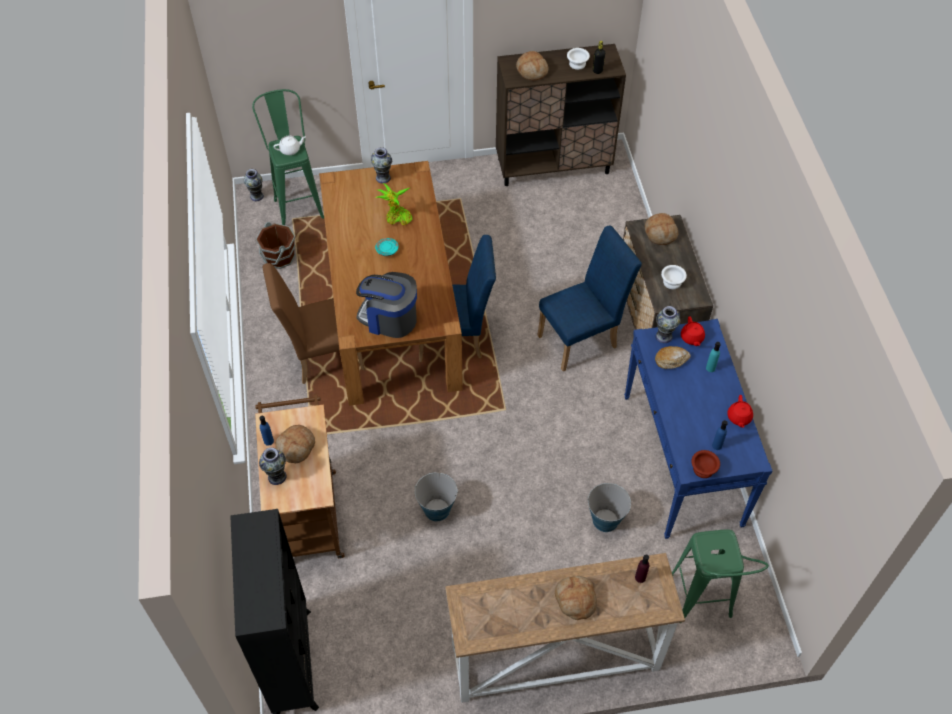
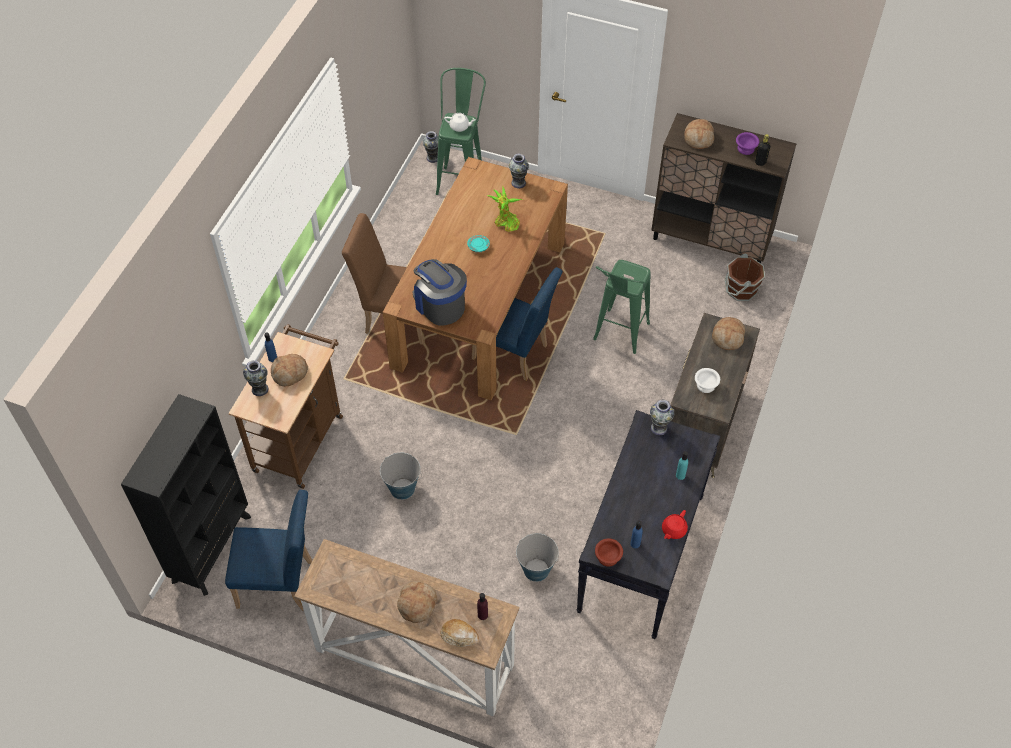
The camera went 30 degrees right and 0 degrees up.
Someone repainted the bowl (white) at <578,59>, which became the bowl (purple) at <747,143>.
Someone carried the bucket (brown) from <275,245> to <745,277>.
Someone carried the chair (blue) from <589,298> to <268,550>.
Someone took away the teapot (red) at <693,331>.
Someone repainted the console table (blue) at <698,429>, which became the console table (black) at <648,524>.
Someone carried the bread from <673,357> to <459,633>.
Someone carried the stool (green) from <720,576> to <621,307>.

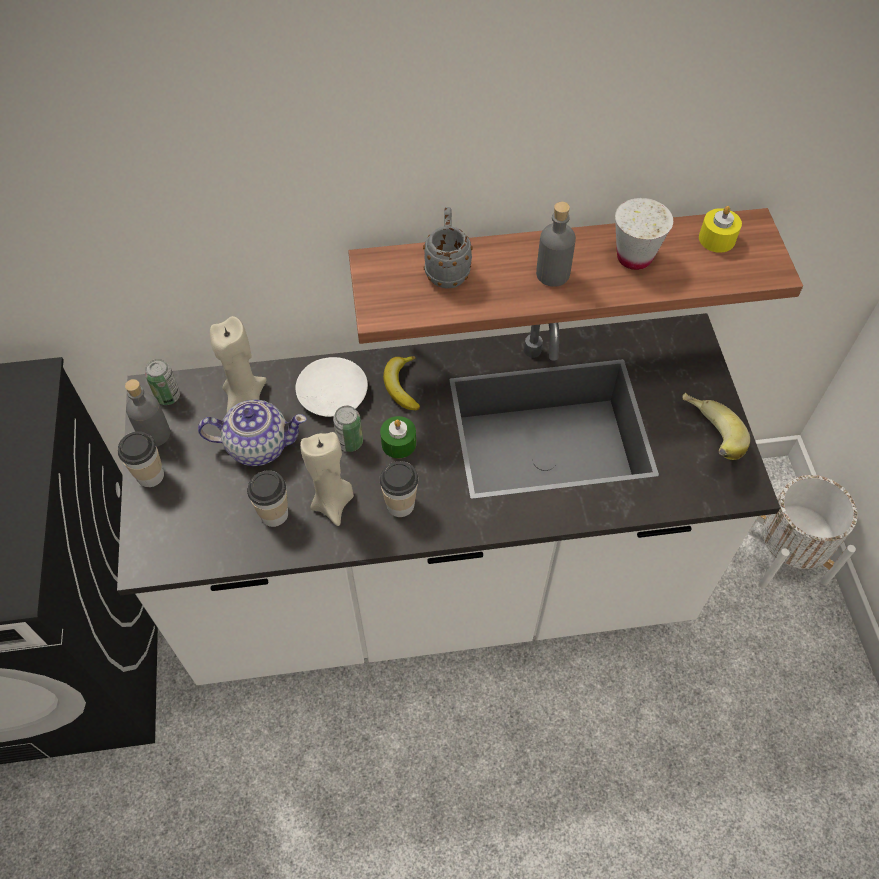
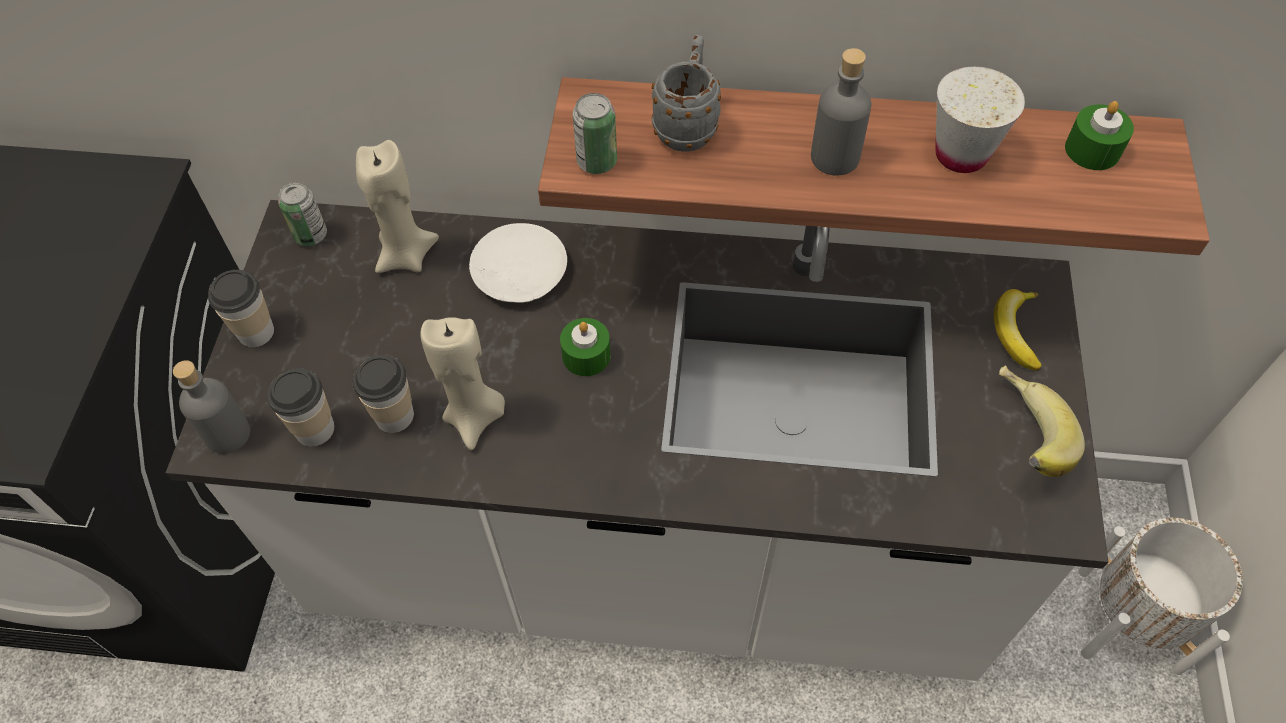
The camera went 15 degrees right and 0 degrees up.
Someone repainted the candle (yellow) at <720,229>, which became the candle (green) at <1099,135>.
Someone carried the banana from <401,383> to <1018,329>.
Someone carried the bottle (grey) from <147,413> to <211,407>.
Someone took away the teapot at <252,432>.
Someone carried the can from <348,429> to <594,133>.
Someone carried the cup from <399,489> to <301,407>.

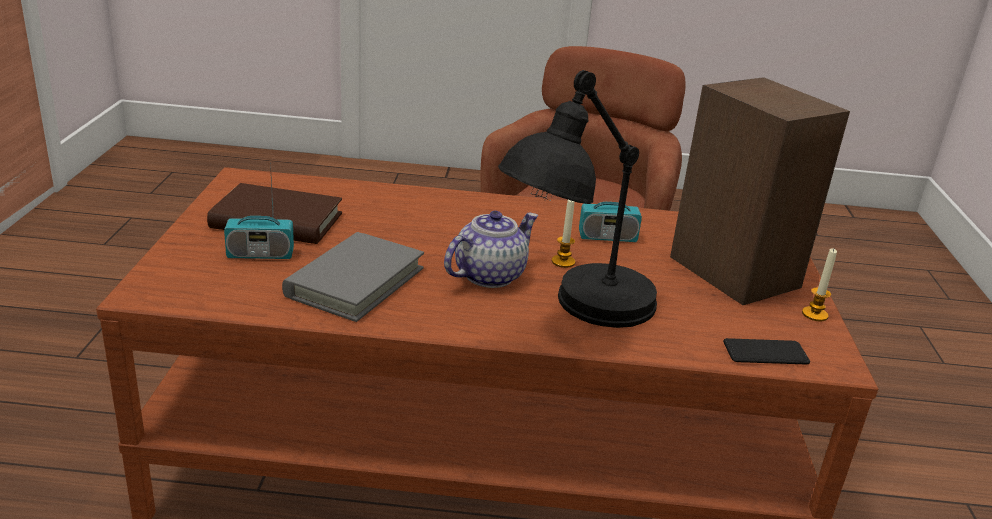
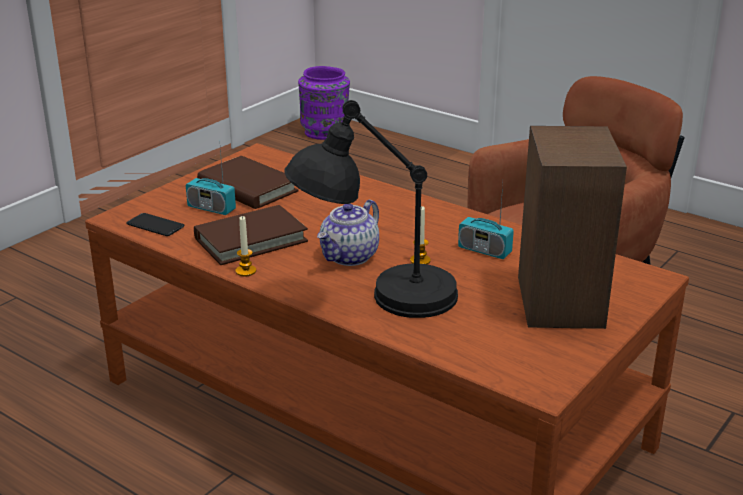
The camera went 35 degrees right and 0 degrees up.
Someone rotated the teapot at <491,249> by 135 degrees clockwise.
Someone repainted the book (grey) at <353,277>, which became the book (brown) at <251,235>.
Someone carried the candle from <819,284> to <245,246>.
Someone carried the phone from <766,351> to <155,224>.
Someone put down the vase (purple) at <324,103>.

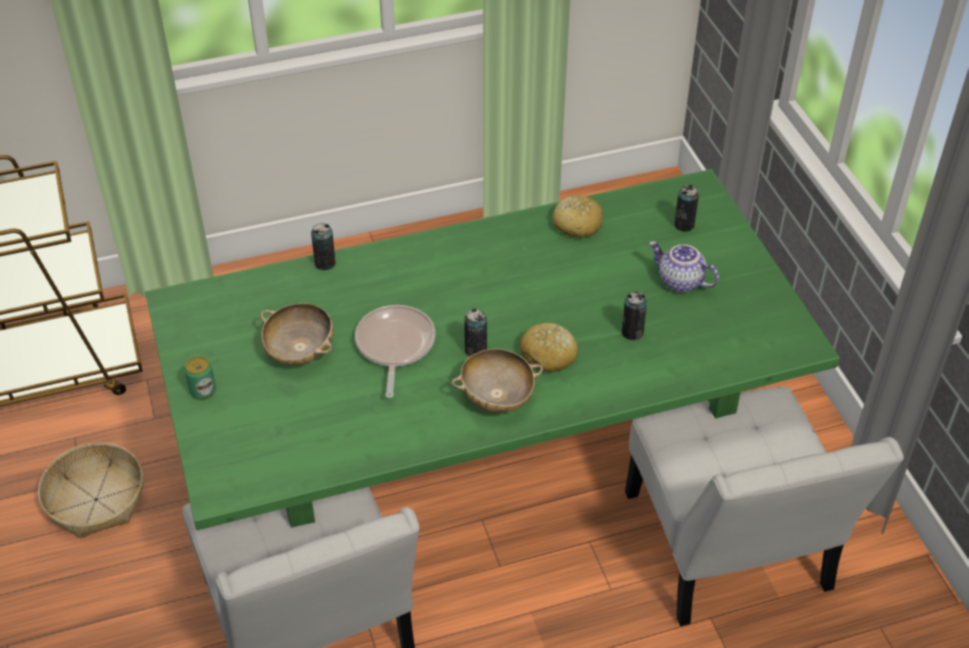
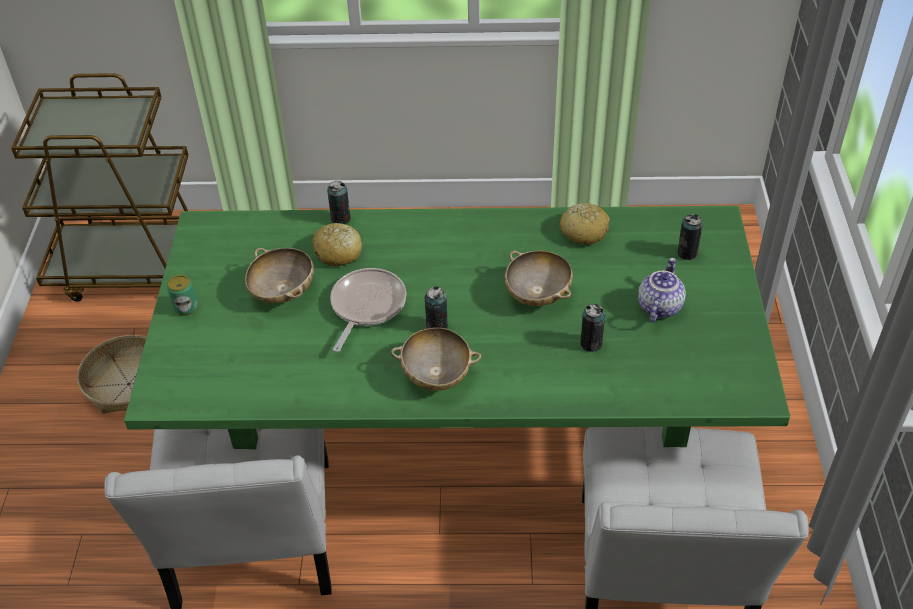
The camera went 20 degrees right and 0 degrees up.
Someone rotated the teapot at <684,267> by 60 degrees clockwise.
Someone carried the bread from <548,347> to <337,244>.
Someone put down the bowl (beige) at <538,278>.

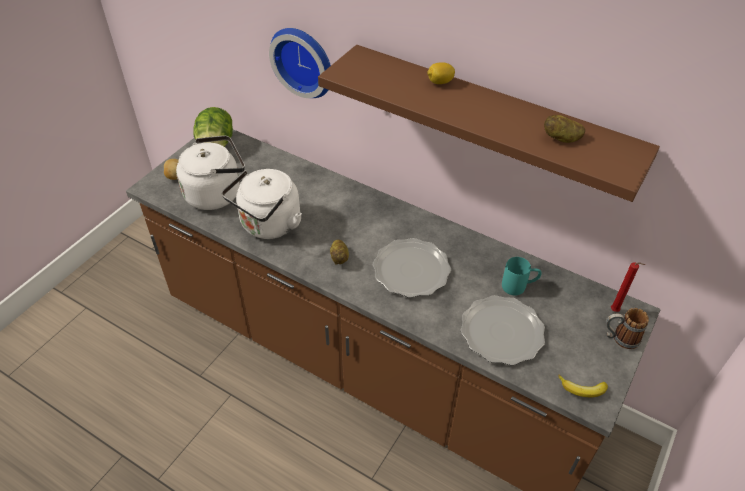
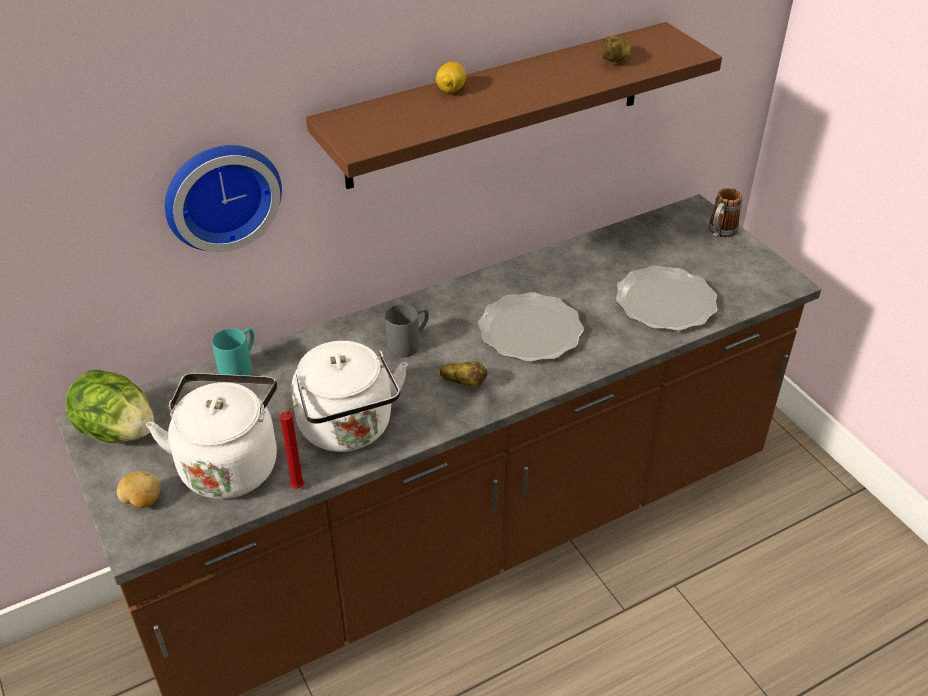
The camera went 60 degrees left and 5 degrees down.
Someone carried the mug (turquoise) from <522,276> to <233,352>.
Someone carried the candle (red) from <628,287> to <292,447>.
Someone took away the banana at <583,386>.
Someone put down the mug (grey) at <407,331>.

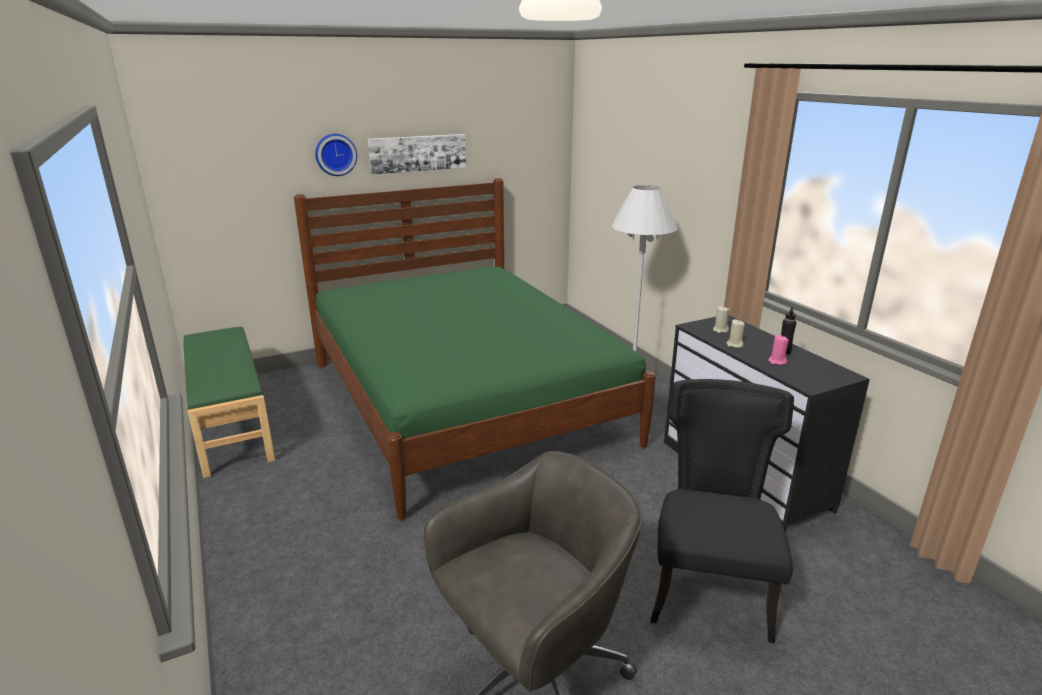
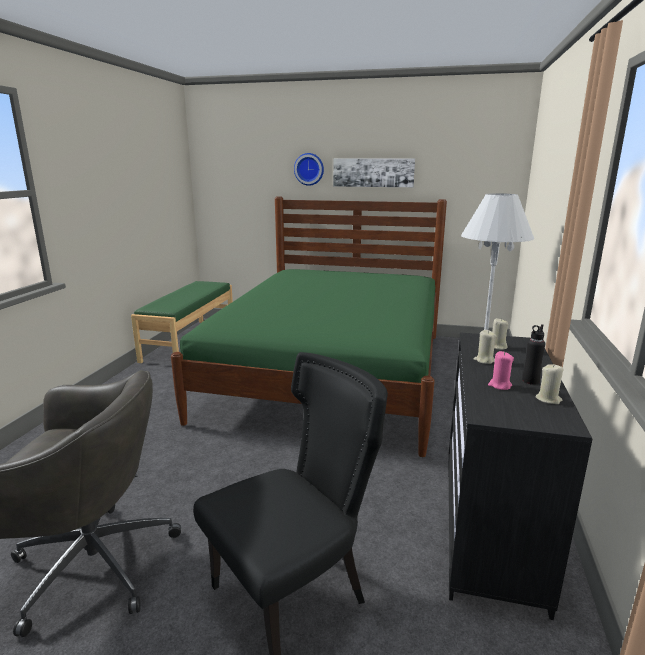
The camera went 40 degrees right and 5 degrees down.
Someone put down the candle (beige) at <549,384>.

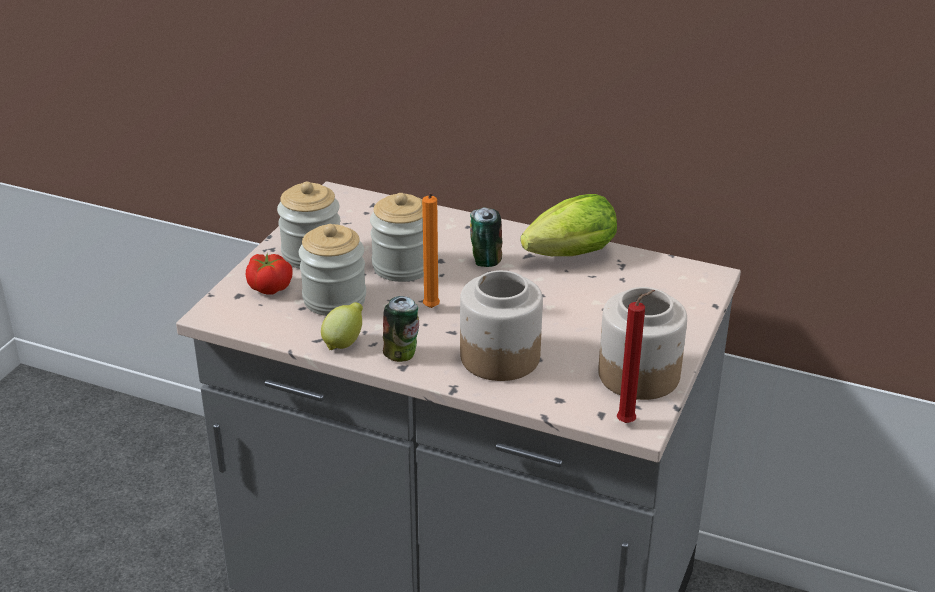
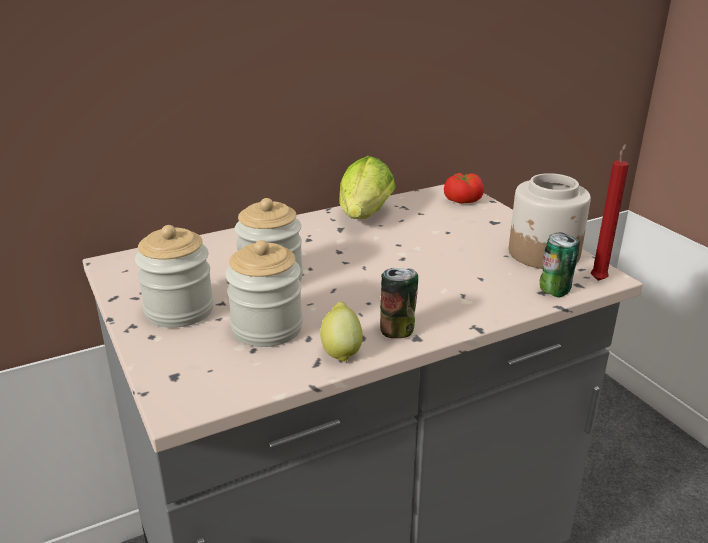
The camera went 50 degrees left and 5 degrees down.
Someone took away the candle (orange) at <431,250>.
Someone carried the can from <486,237> to <560,264>.
Someone carried the tomato from <269,274> to <464,188>.
Someone took away the jar at <501,325>.

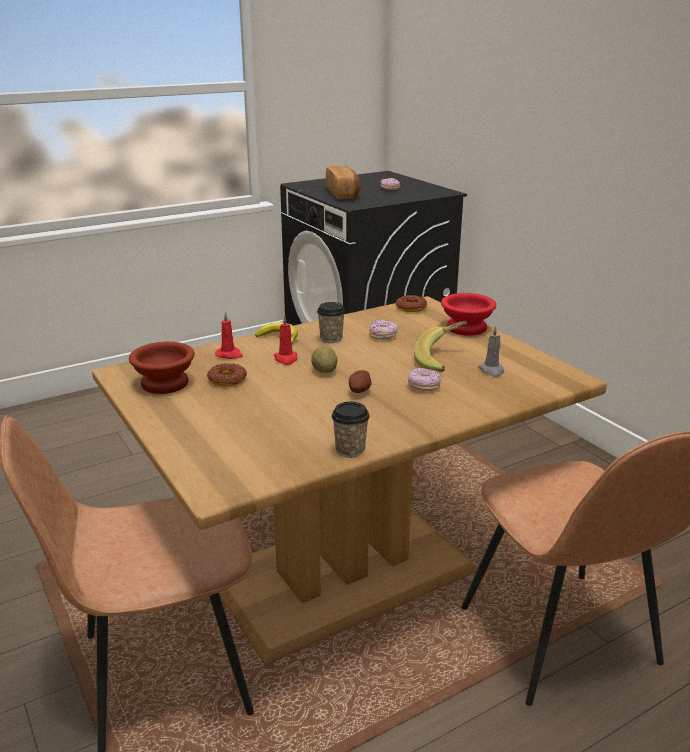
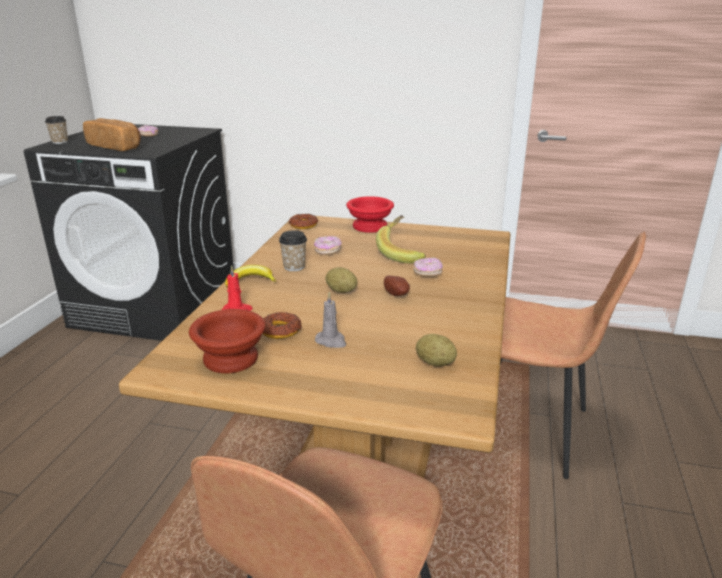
The camera went 45 degrees left and 0 degrees up.
Someone took away the candle (red) at <286,340>.
Someone carried the candle (grey) from <491,351> to <330,320>.
Someone carried the cup from <351,430> to <56,130>.
Someone put down the potato at <436,350>.

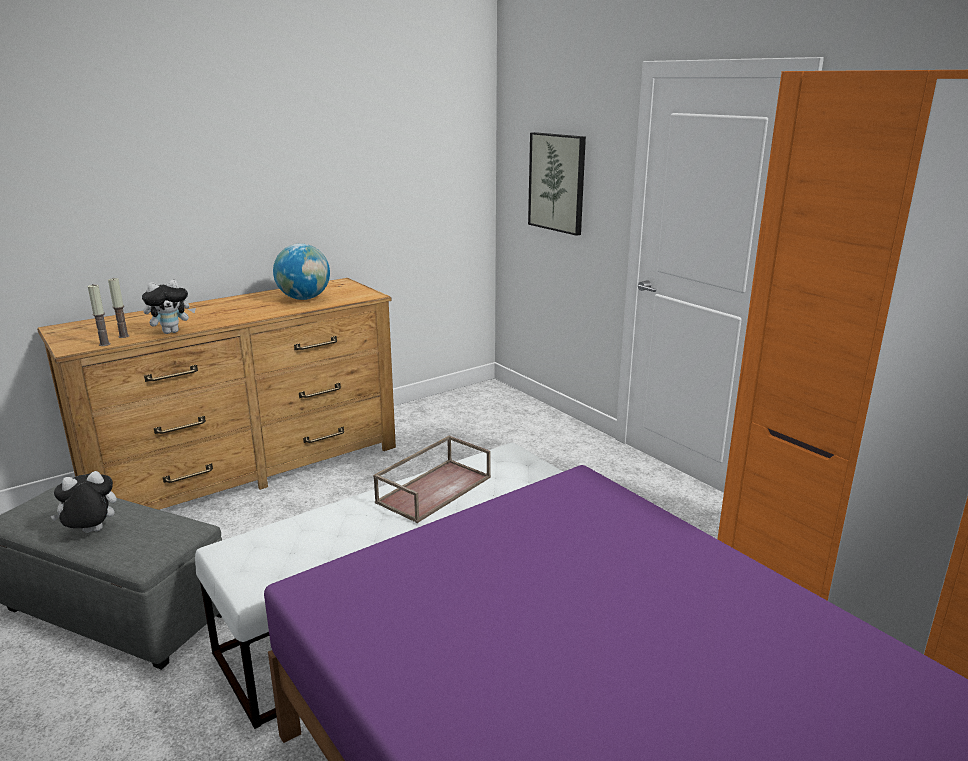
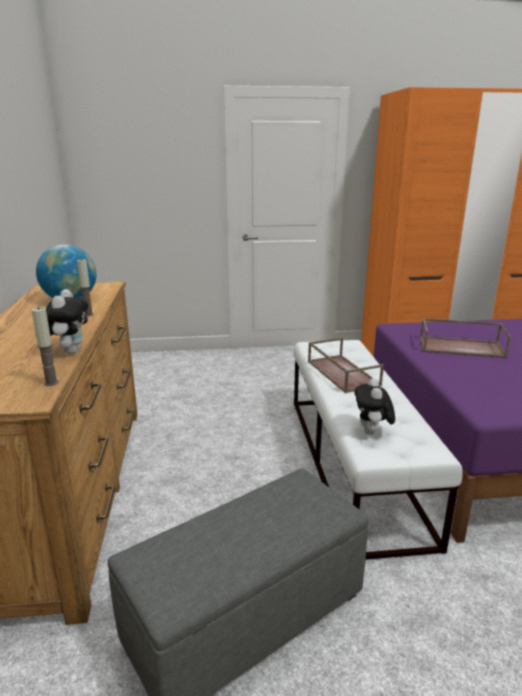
The camera went 60 degrees left and 0 degrees up.
Someone took away the picture at <557,184>.
Someone carried the candle from <118,308> to <85,288>.
Someone carried the plush toy from <83,502> to <374,406>.
Someone put down the tray (brown) at <465,338>.

